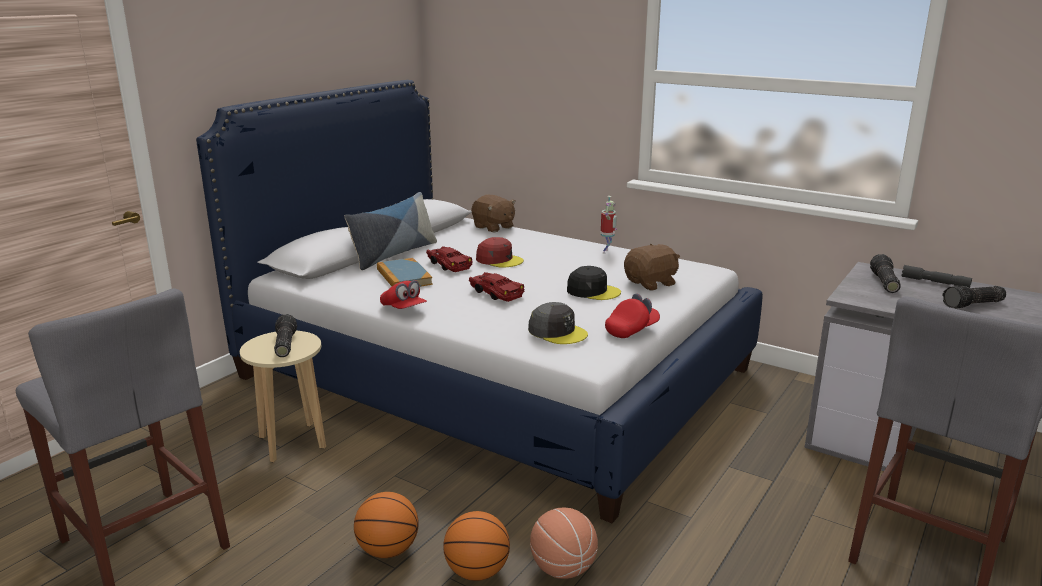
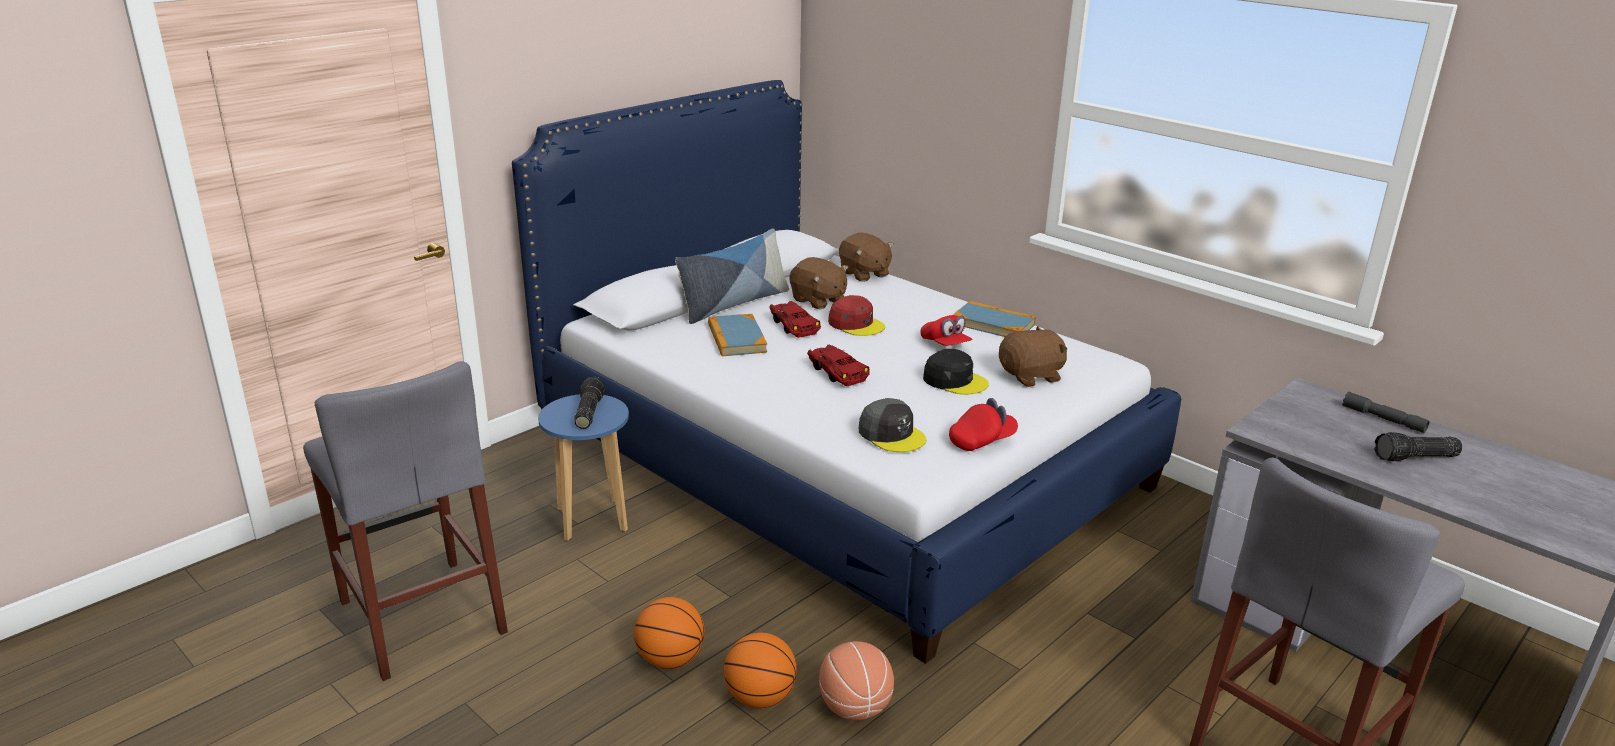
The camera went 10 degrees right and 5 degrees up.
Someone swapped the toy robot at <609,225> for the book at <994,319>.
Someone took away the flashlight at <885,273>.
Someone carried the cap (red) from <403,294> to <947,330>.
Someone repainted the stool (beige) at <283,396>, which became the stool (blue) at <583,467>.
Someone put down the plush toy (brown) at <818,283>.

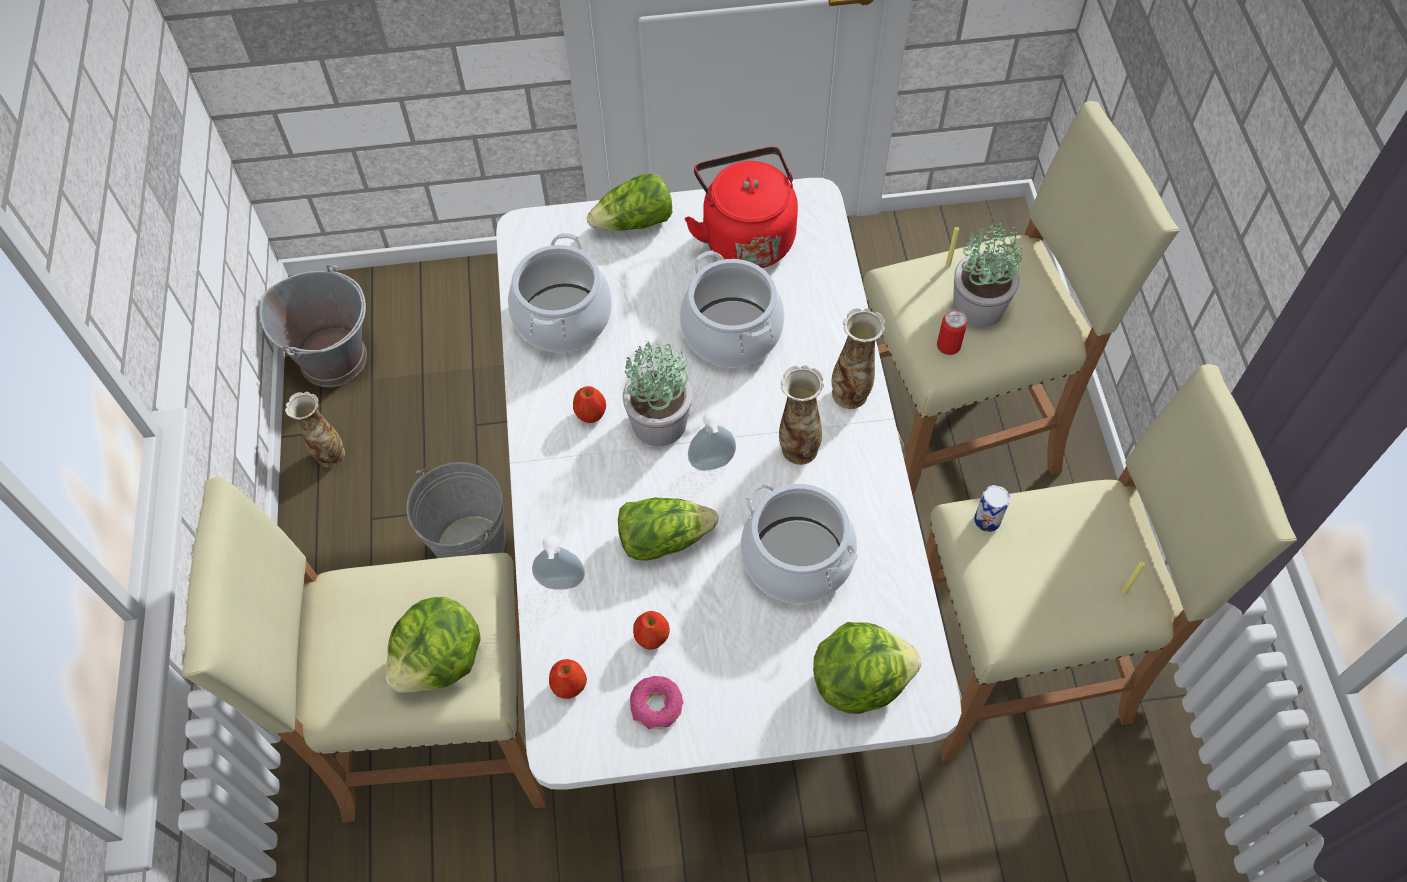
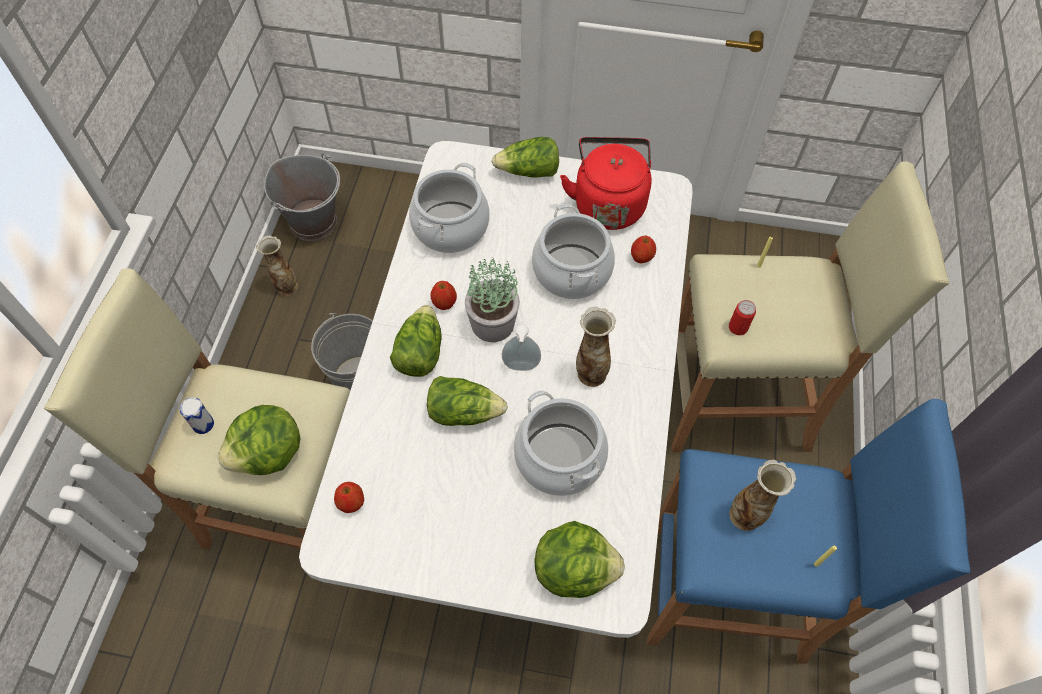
The camera went 15 degrees right and 0 degrees up.
Someone took away the potted plant at <987,273>.
Someone carried the vase from <858,358> to <762,495>.
Someone repainted the stool (beige) at <1111,562>, which became the stool (blue) at <808,531>.
Someone carried the can from <992,508> to <196,415>.
Someone took away the soap dispenser at <558,562>.
Someone carried the apple from <651,630> to <643,249>.
Someone took away the donut at <656,703>.
Someone put down the lettuce at <416,341>.

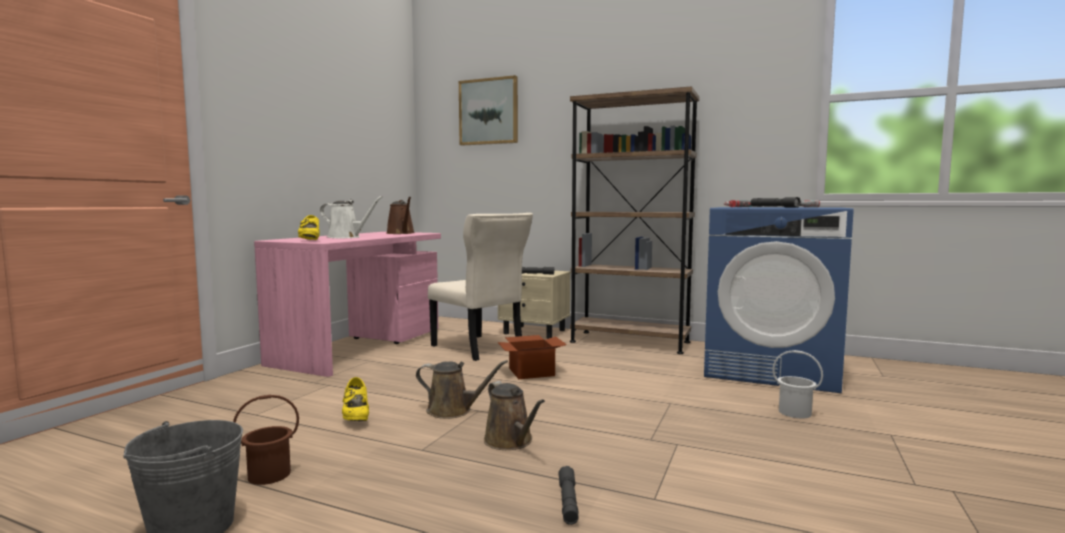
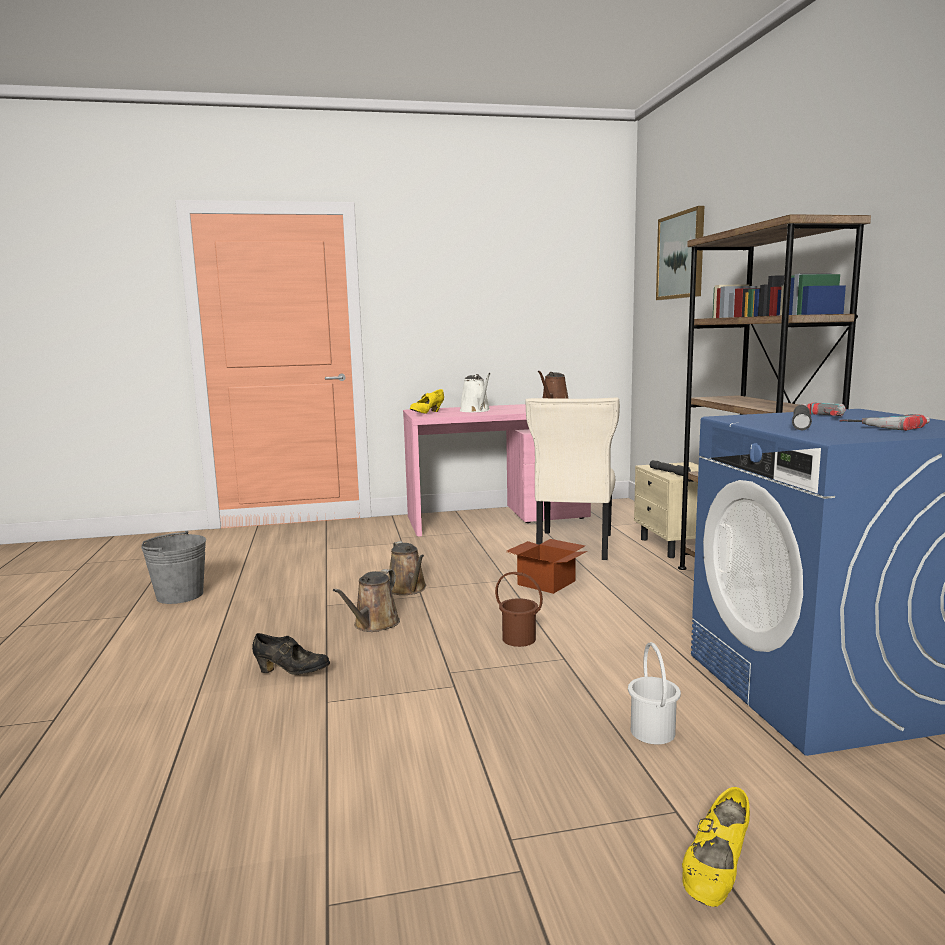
The camera went 55 degrees right and 5 degrees up.
Someone carried the shoe (yellow) from <355,399> to <716,847>.
Someone carried the bucket (brown) from <266,440> to <519,609>.
Someone swapped the flashlight (grey) at <568,495> for the shoe (black) at <291,654>.

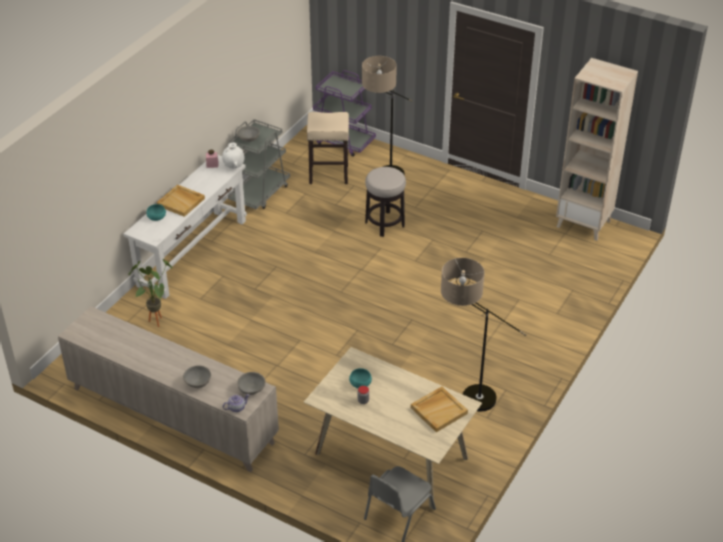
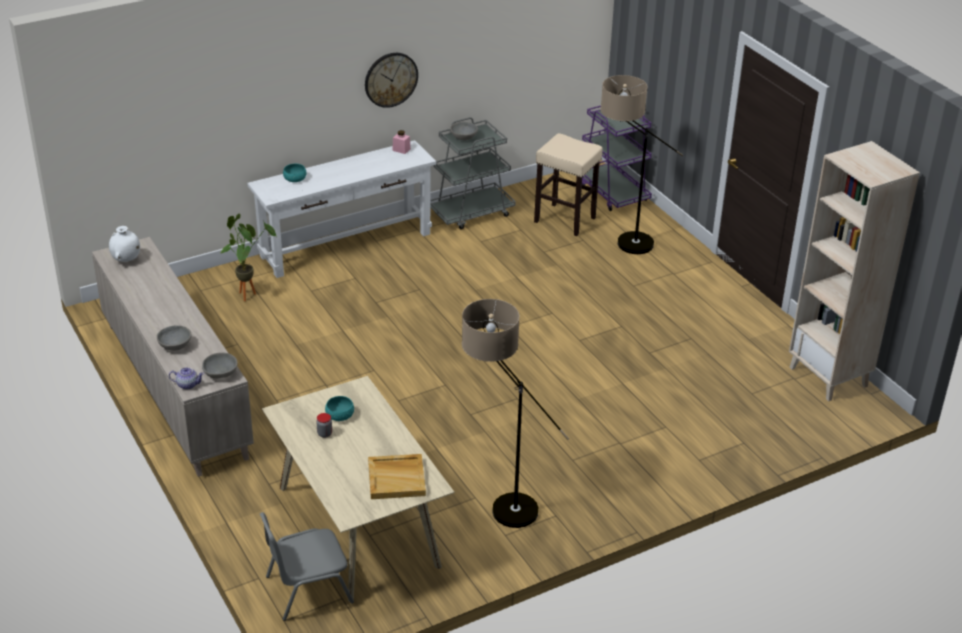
The camera went 30 degrees right and 5 degrees down.
Someone carried the vase (white) from <233,155> to <124,244>.
Someone took away the stool at <385,202>.
Someone took away the tray (beige) at <181,201>.
Someone put up the wall clock at <391,80>.

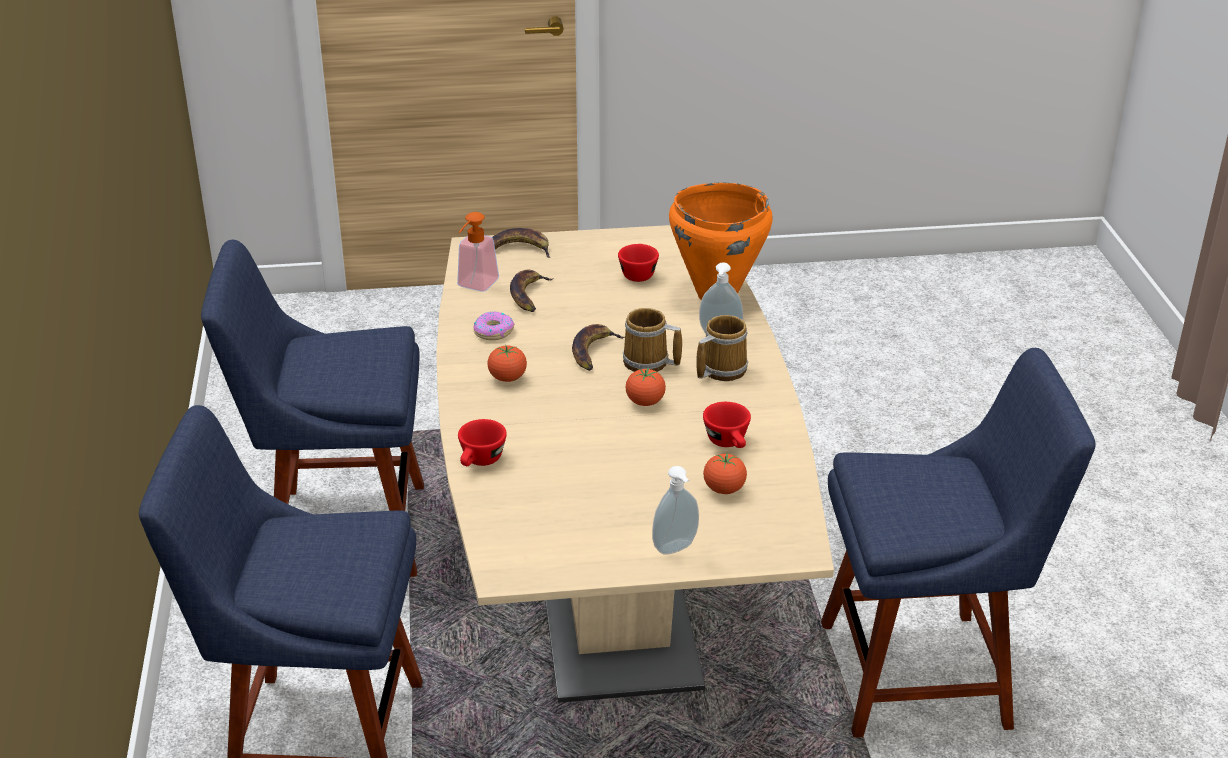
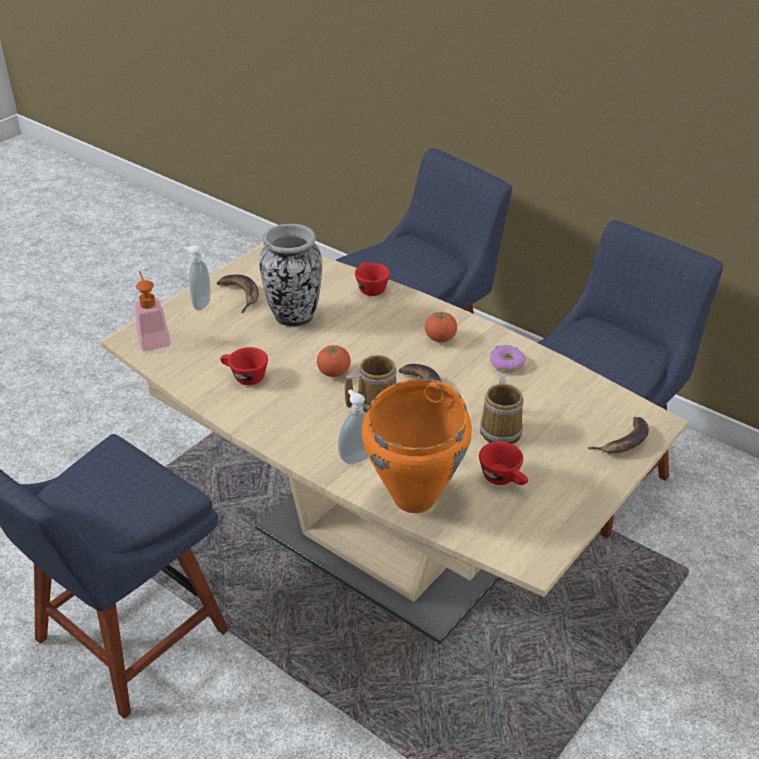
The camera went 135 degrees right and 5 degrees up.
Someone carried the soap dispenser from <478,252> to <152,311>.
Someone carried the banana from <532,291> to <238,293>.
Someone carried the mug from <722,348> to <502,410>.
Someone took away the tomato at <725,473>.
Someone put down the vase at <290,275>.

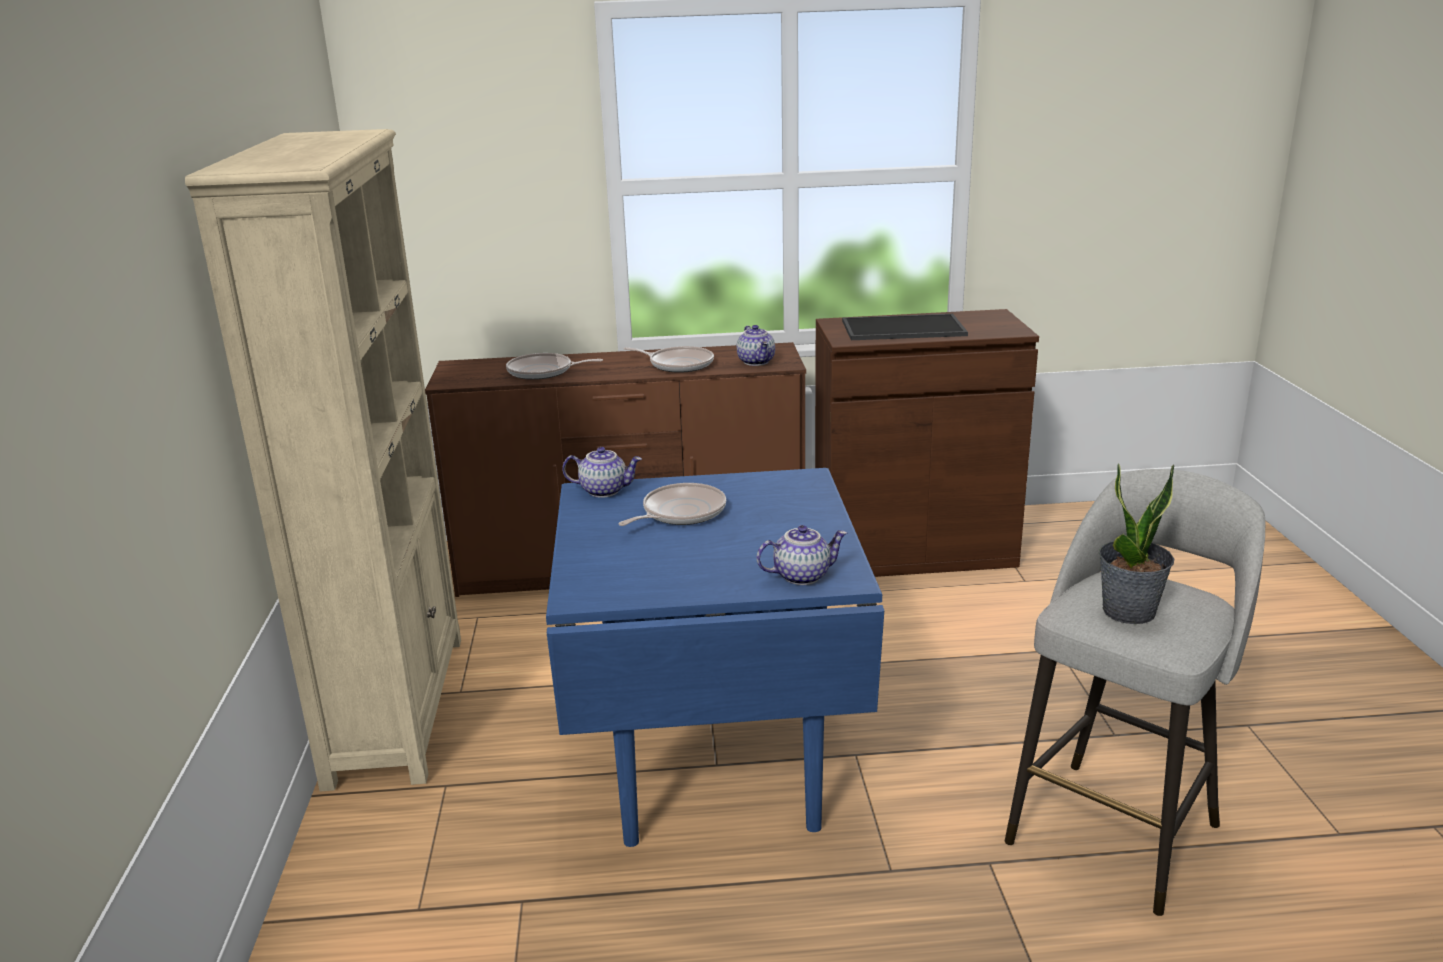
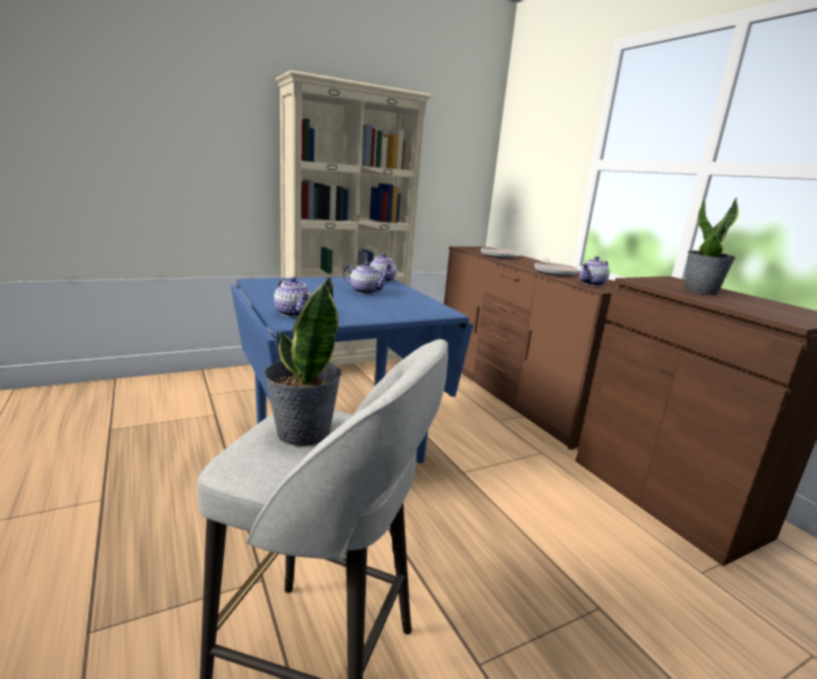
The camera went 65 degrees right and 5 degrees down.
Someone swapped the tray at <905,327> for the potted plant at <711,246>.
Someone swapped the frying pan at <672,504> for the teapot at <367,278>.

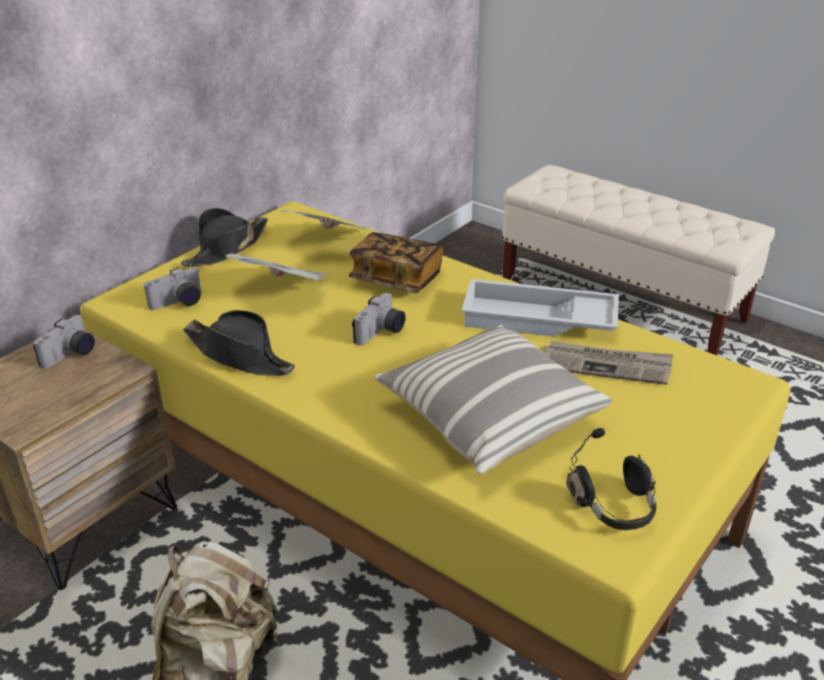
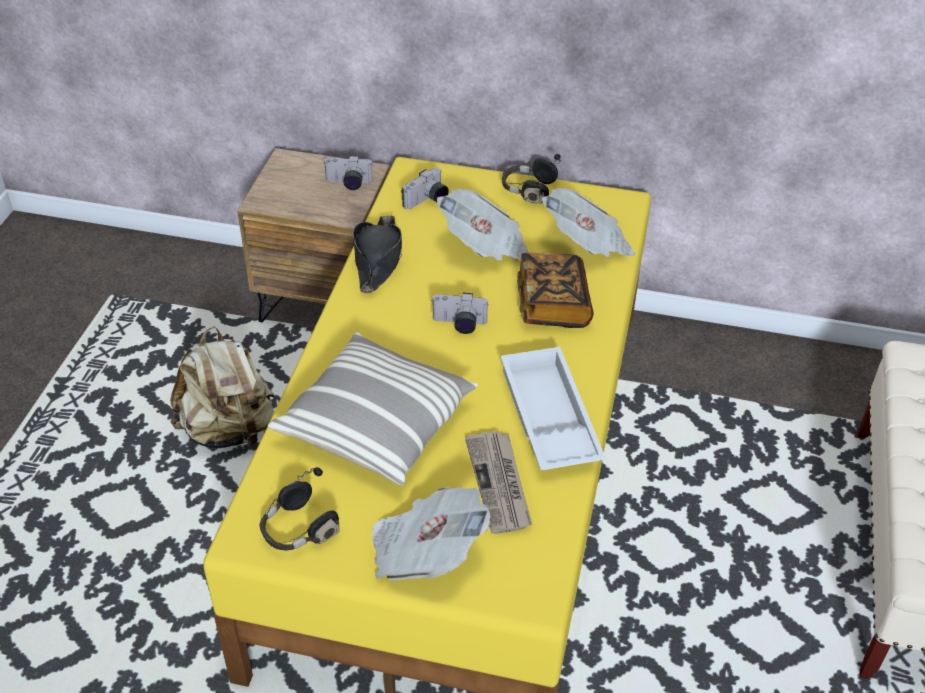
The camera went 65 degrees right and 10 degrees up.
Someone swapped the hat (black) at <224,237> for the headphones (black) at <531,179>.
Someone rotated the photo camera at <172,288> by 75 degrees counterclockwise.
Someone put down the newspaper at <431,533>.

